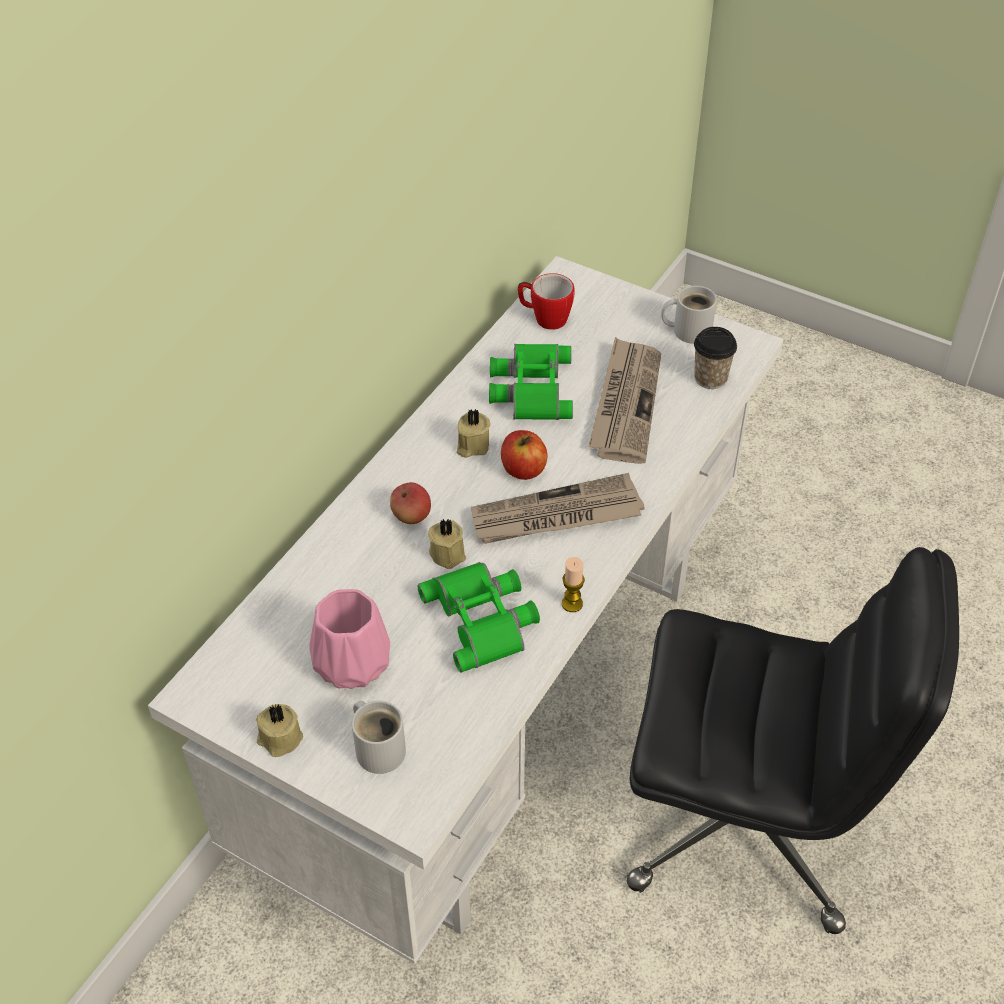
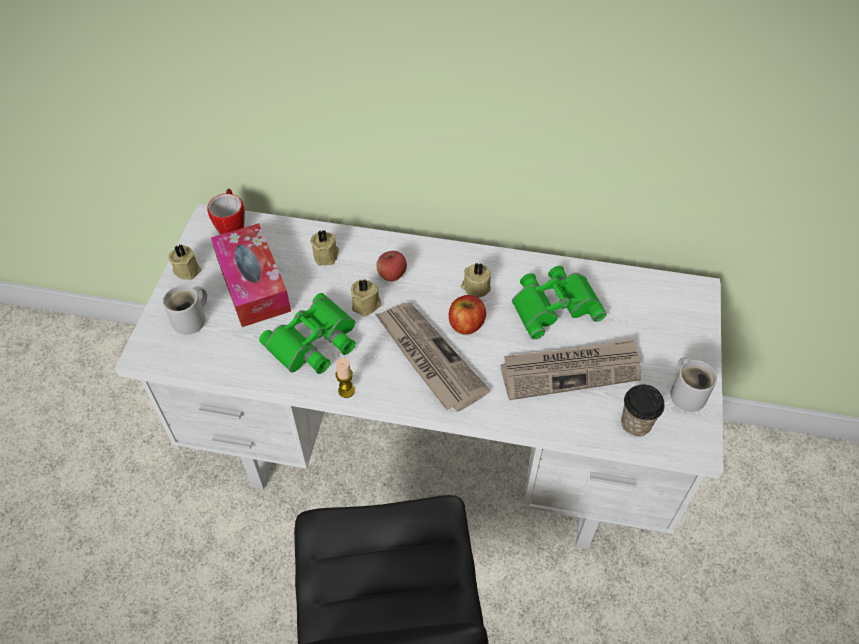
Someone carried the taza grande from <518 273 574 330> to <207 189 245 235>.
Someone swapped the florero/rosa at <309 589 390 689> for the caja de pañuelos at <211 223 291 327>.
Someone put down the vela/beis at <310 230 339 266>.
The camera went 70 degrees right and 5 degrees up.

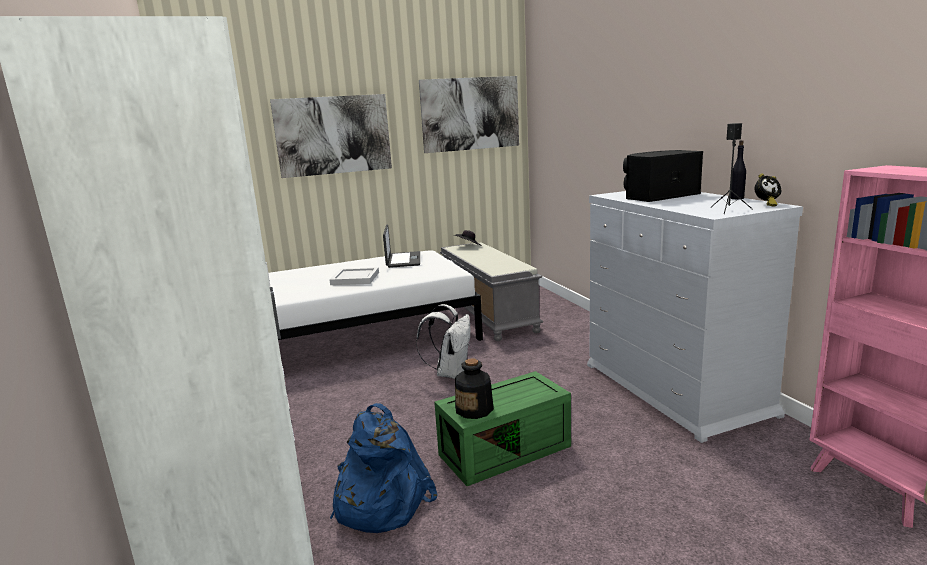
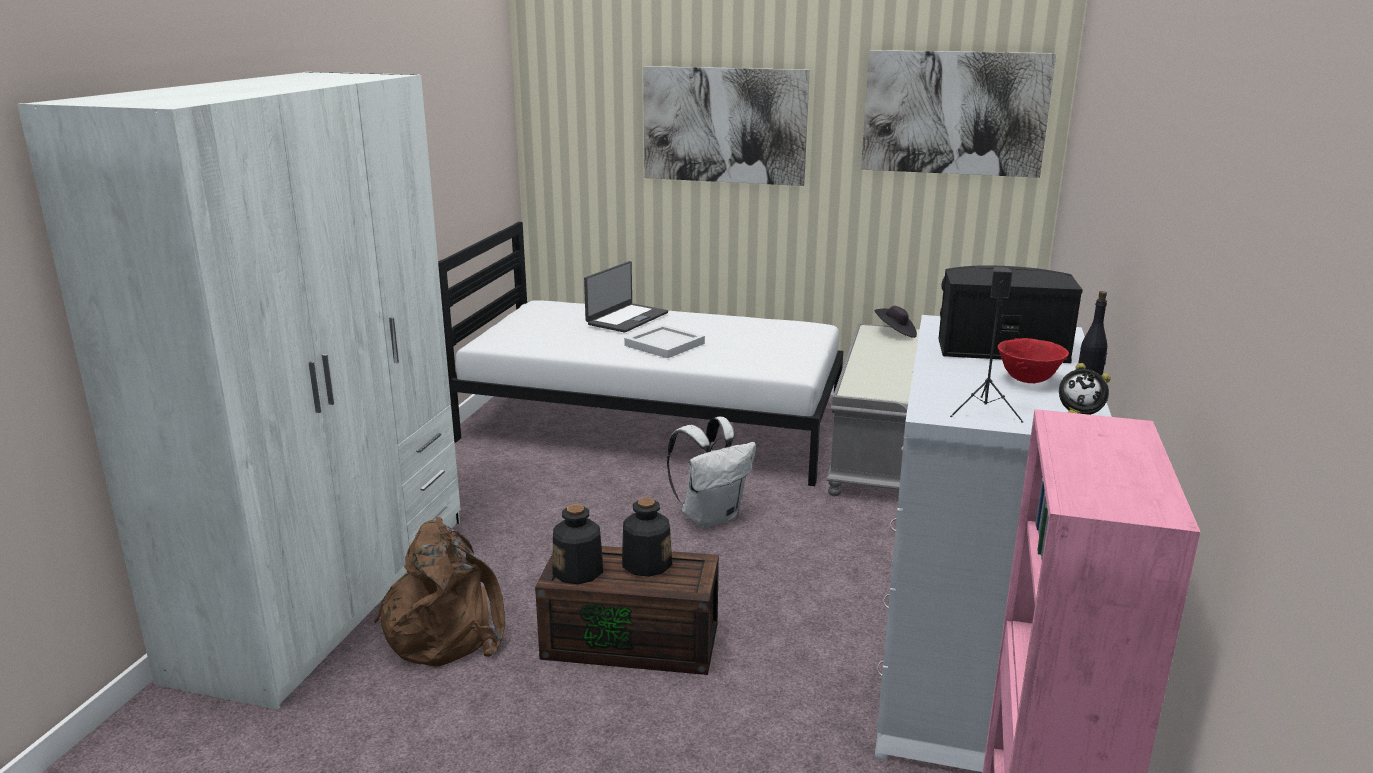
Someone carried the portátil from <383 224 420 268> to <584 261 668 333>.
Someone repainted the caja de almacenaje/verde at <434 371 571 486>, which became the caja de almacenaje/marrón at <535 546 719 675>.
Someone repainted the mochila/azul at <330 403 438 533>, which became the mochila/marrón at <374 517 505 667>.
Someone put down the cuenco/rojo at <998 338 1069 383>.
Someone put down the botella at <622 498 672 577>.
The camera went 35 degrees right and 5 degrees up.

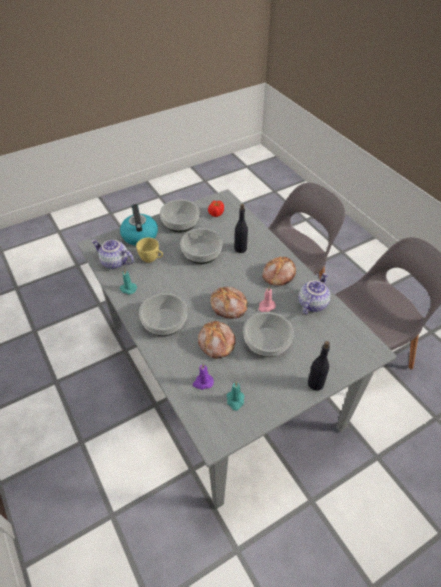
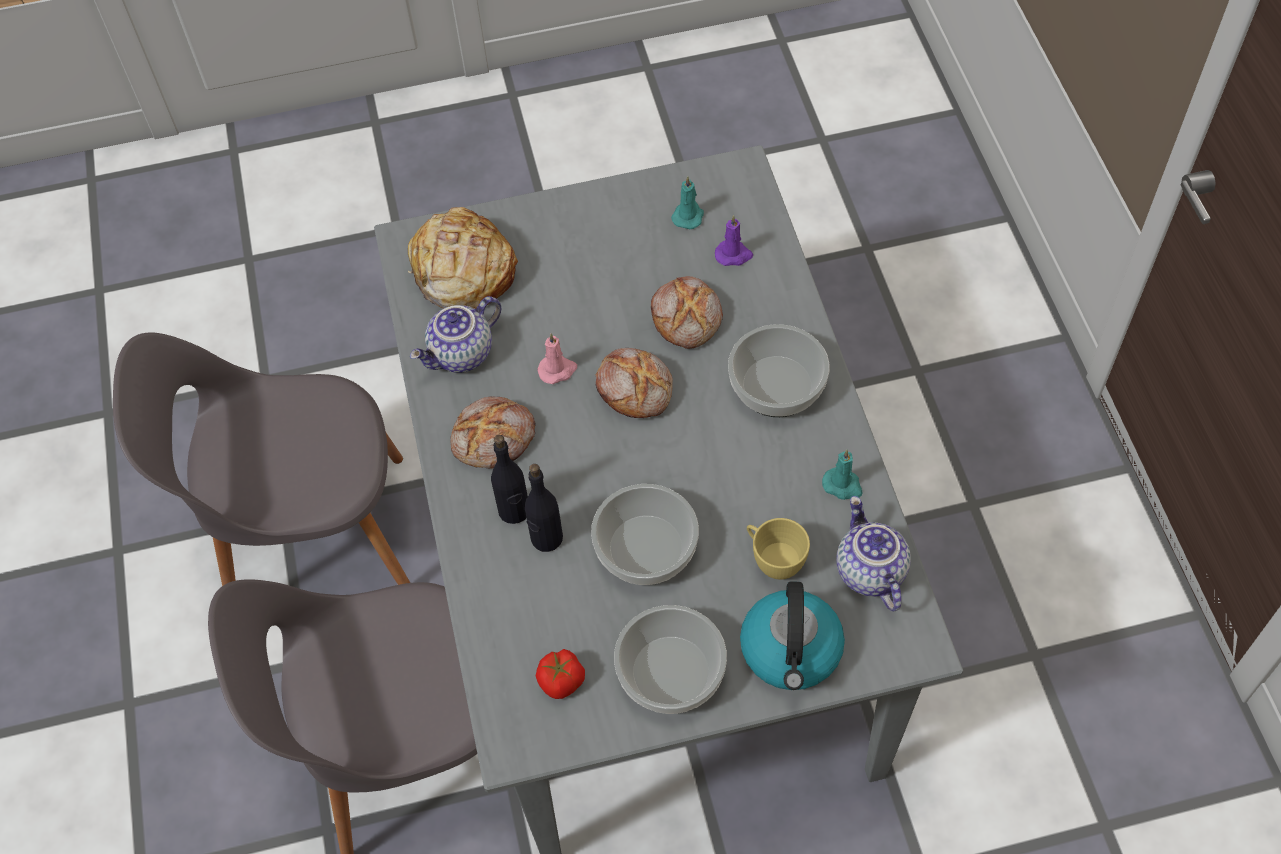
Someone rotated the tetera at <91 239 134 269> by 150 degrees counterclockwise.
Someone took away the cuenco at <243 312 293 357>.
Someone carried the botella/negro from <308 341 330 391> to <491 435 528 524>.
Someone put down the pan at <408 207 518 309>.
The camera went 160 degrees left and 10 degrees up.

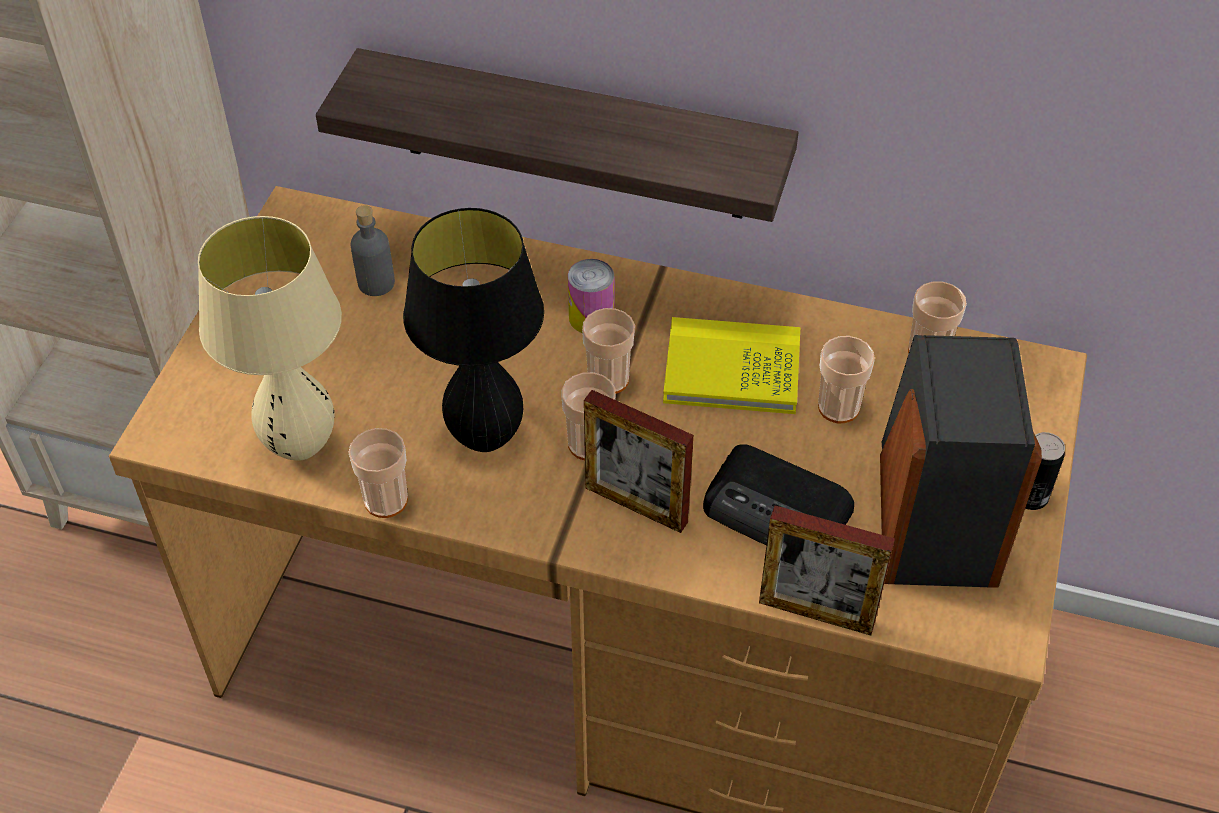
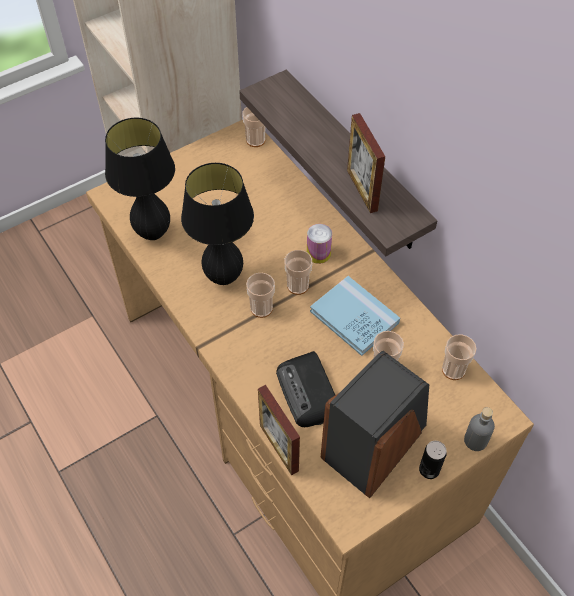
Someone carried the botella/gris from <351 205 395 296> to <464 407 495 451>.
Someone repainted the lámpara de mesa/beis at <198 216 342 461>, which became the lámpara de mesa/negro at <105 118 175 240>.
Someone repainted the libro/amarillo at <663 317 800 414>, which became the libro/azul at <310 276 400 356>.
Someone carried the portarretratos from <584 390 694 533> to <347 113 385 213>.
Someone carried the taza from <348 428 408 518> to <242 107 265 147>.
The camera went 40 degrees right and 5 degrees up.

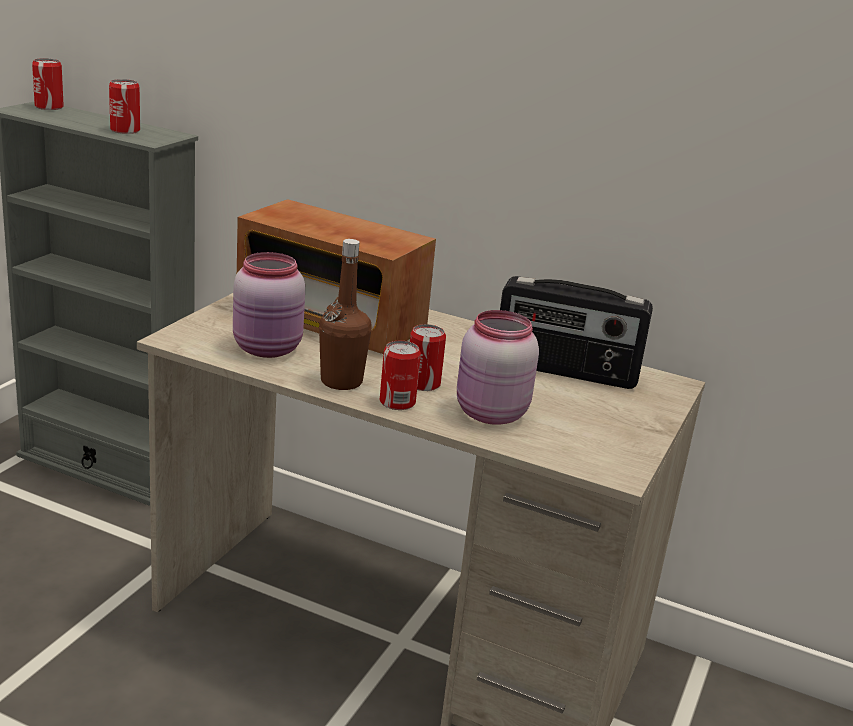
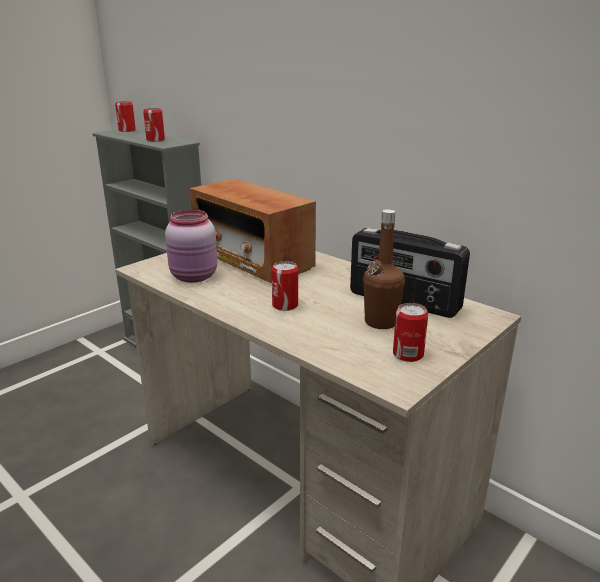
Someone carried the botella/marrón from <319 239 372 390> to <363 209 405 329>.
Someone took away the tarro/rosa at <457 310 539 425>.
Someone carried the lata from <380 341 421 410> to <393 303 428 362>.
The camera went 20 degrees right and 0 degrees up.

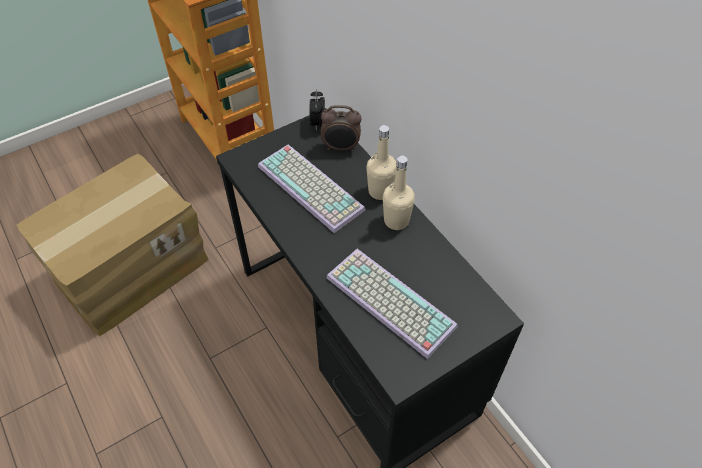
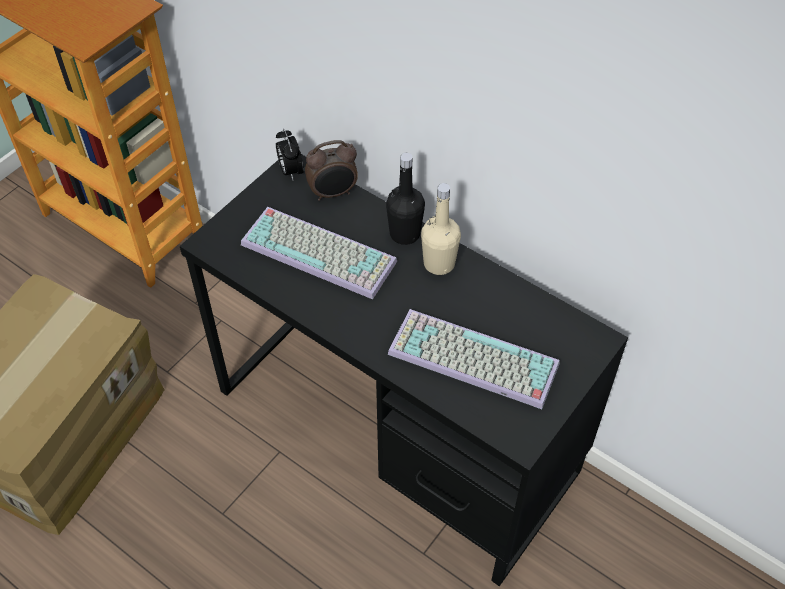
Someone repainted the botella/beis at <366 125 397 200>, which became the botella/negro at <386 153 425 245>.
The camera went 20 degrees left and 0 degrees up.

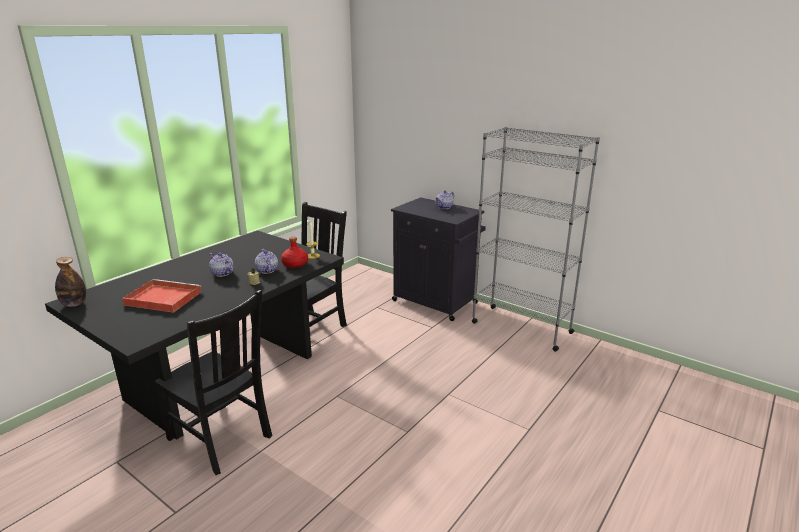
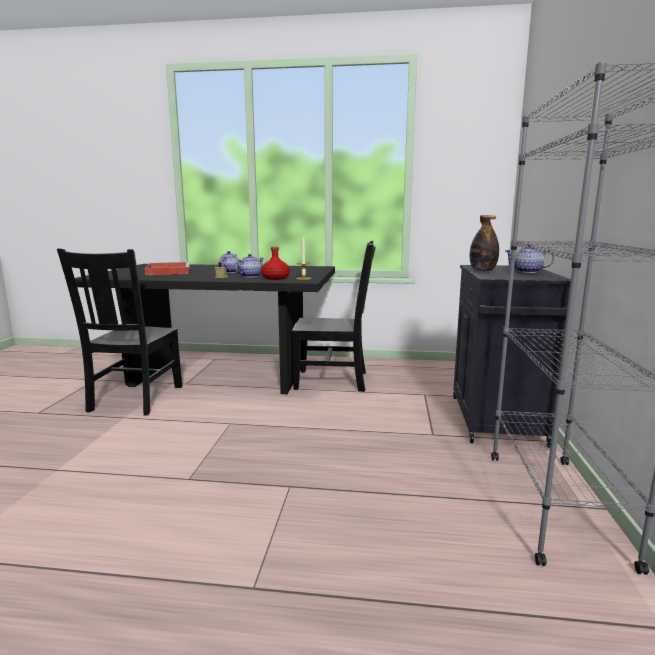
Someone carried the botella from <55 257 86 307> to <470 215 499 271>.
The camera went 60 degrees right and 10 degrees down.

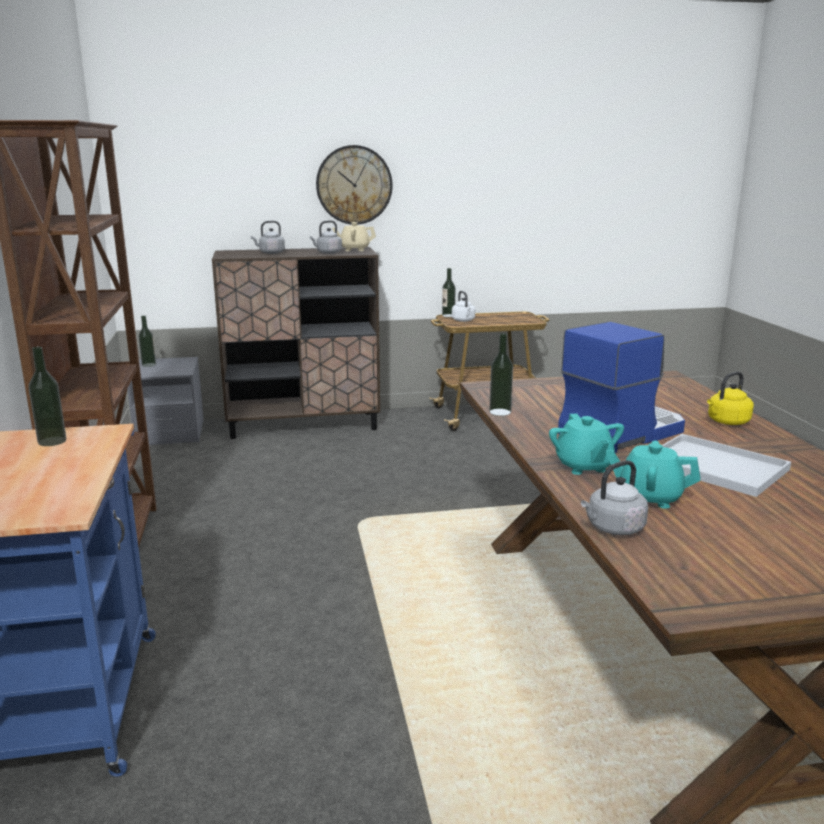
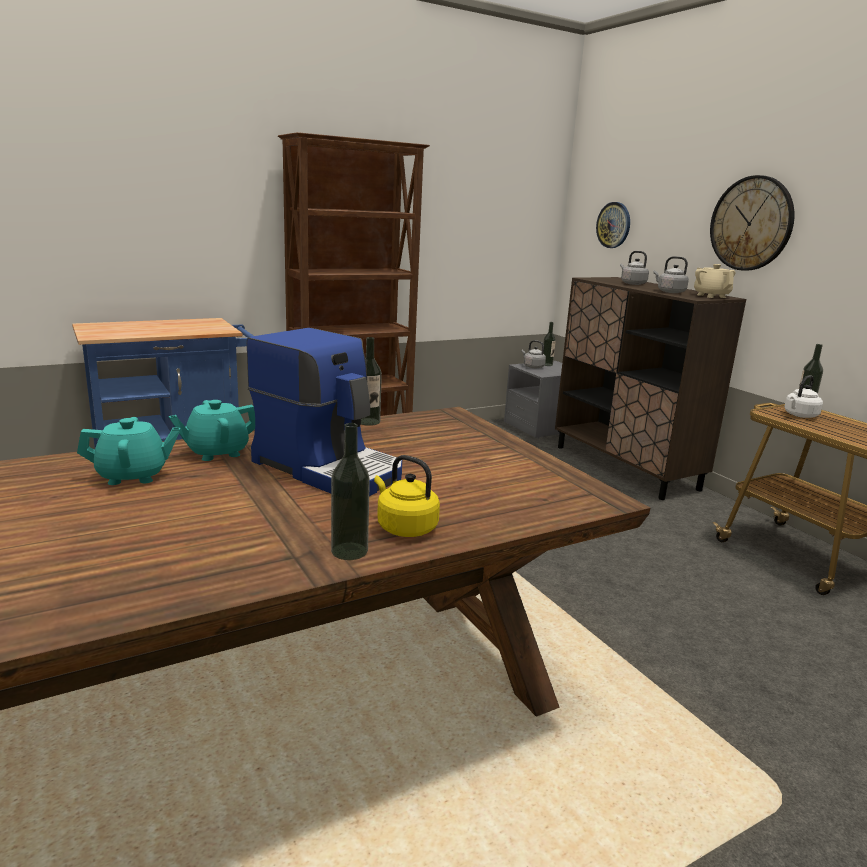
Someone carried the botella from <29 346 66 446> to <331 423 370 560>.
Someone took away the bandeja/blanco at <662 434 791 497>.
Someone rotated the tetera/turquesa at <606 440 701 509> by 75 degrees clockwise.
Someone carried the hervidor/gris from <581 460 648 535> to <521 340 546 368>.
Someone put up the reloj de pared at <596 202 630 248>.
The camera went 70 degrees right and 0 degrees up.

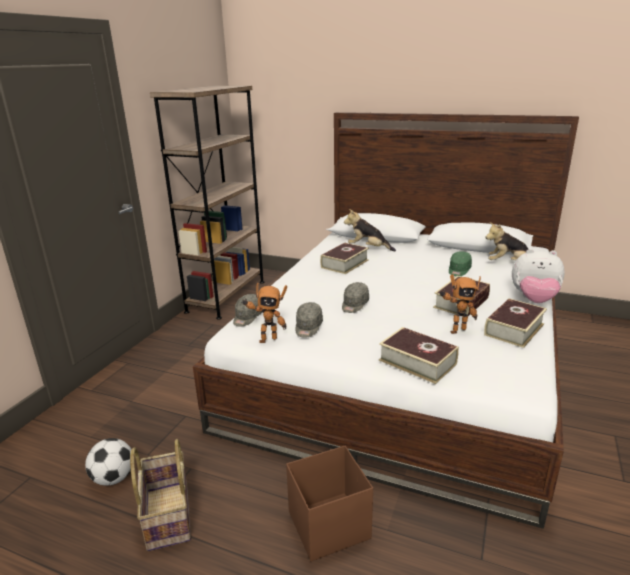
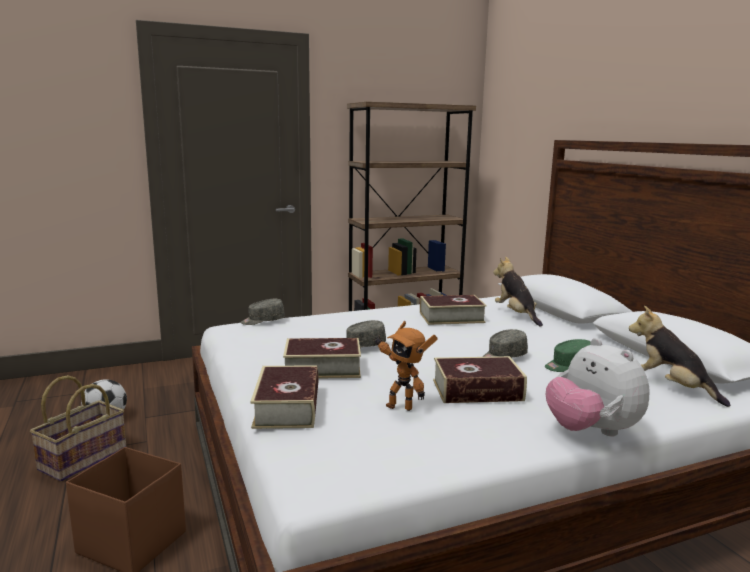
Someone took away the robot de juguete at <242 283 287 343>.
Someone carried the libro from <484 298 547 348> to <283 338 361 379>.
Someone carried the gorra/gris from <296 302 323 338> to <483 329 528 358>.
The camera went 45 degrees right and 10 degrees down.

